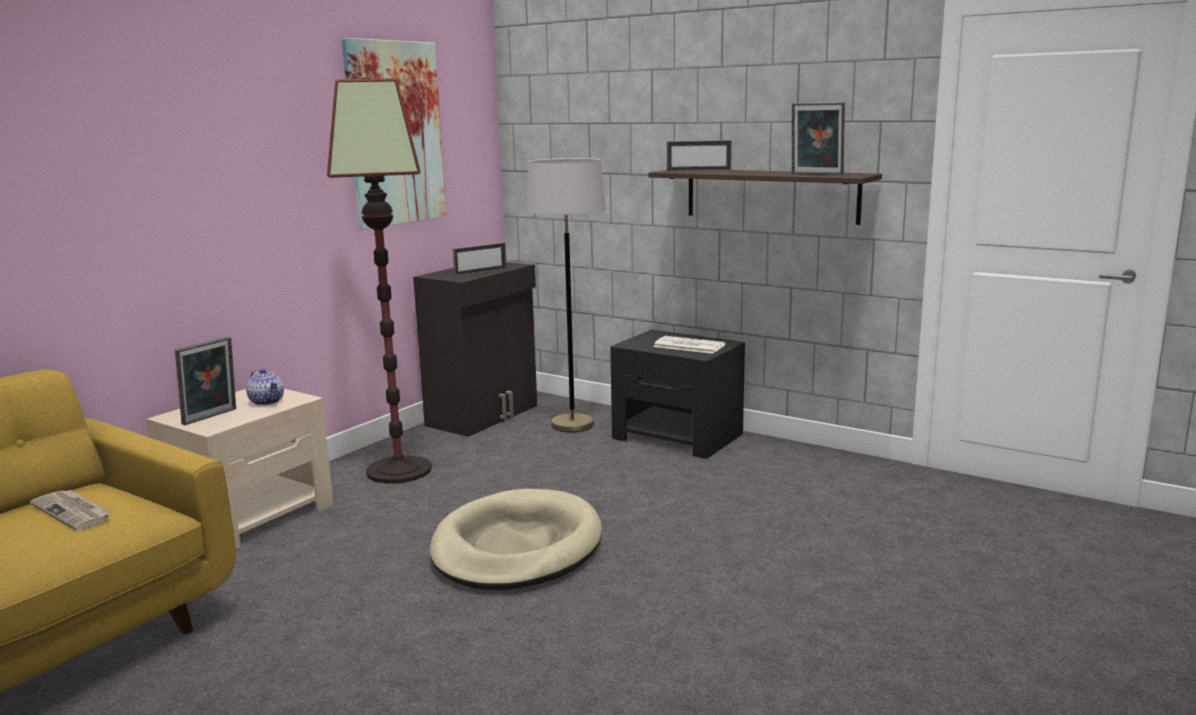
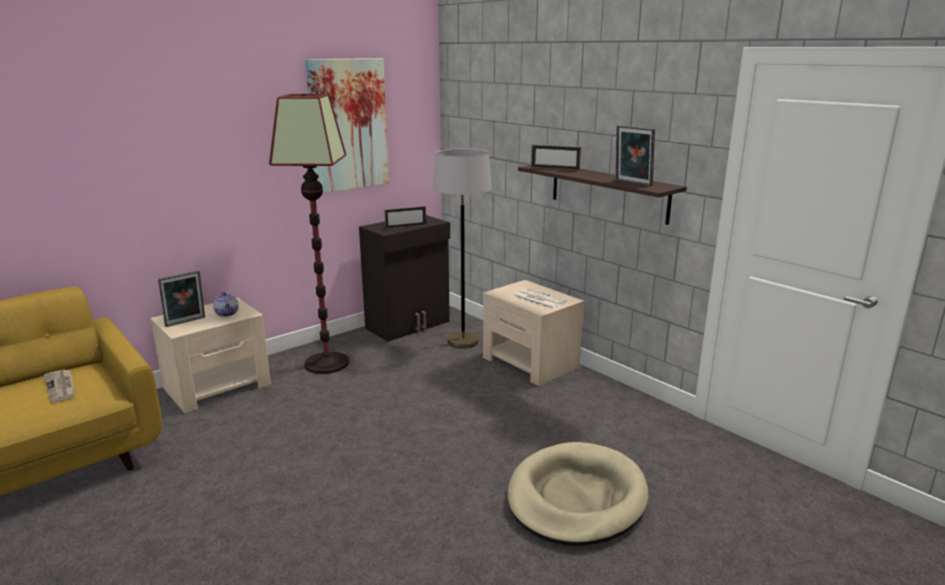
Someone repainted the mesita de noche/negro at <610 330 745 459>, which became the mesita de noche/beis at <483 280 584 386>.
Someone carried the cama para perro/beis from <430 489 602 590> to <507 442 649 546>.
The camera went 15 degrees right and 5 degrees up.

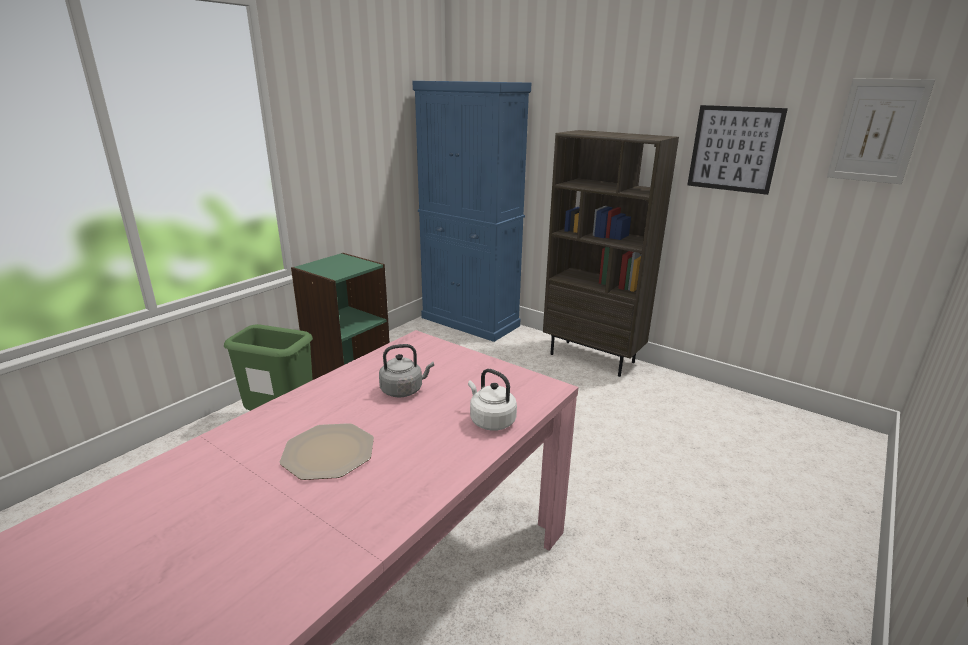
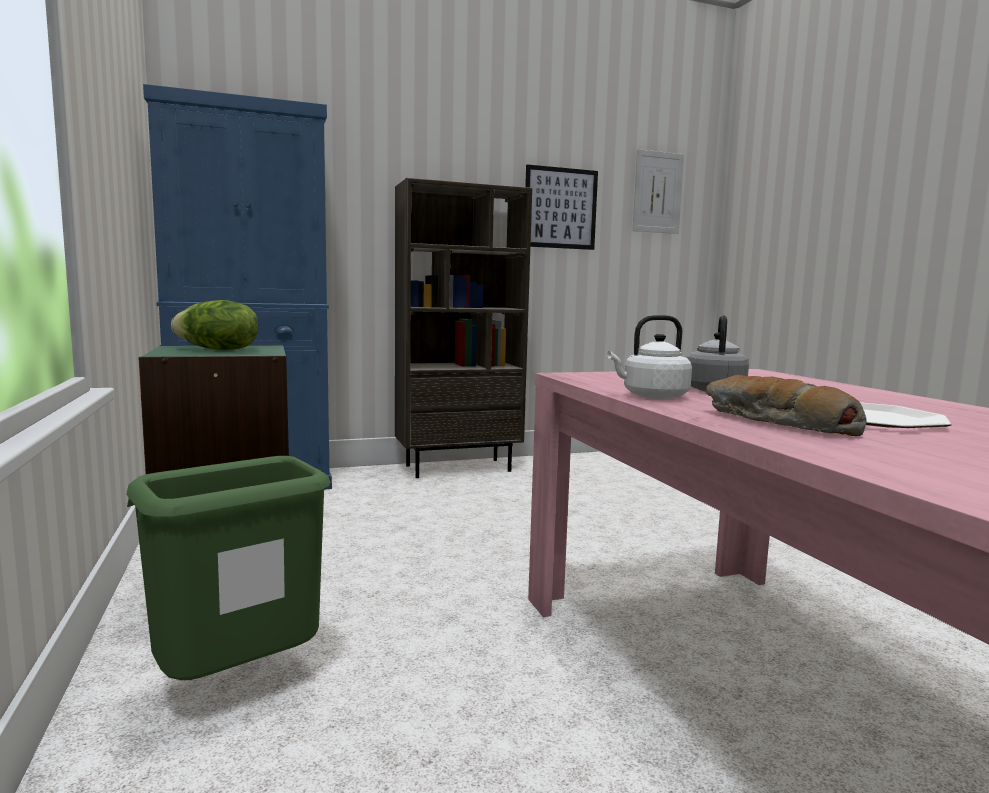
Someone carried the hervidor/blanco from <468 369 517 431> to <607 315 692 399>.
Someone put down the lechuga at <171 300 258 350>.
Someone put down the pan at <706 375 866 437>.
The camera went 55 degrees left and 15 degrees down.

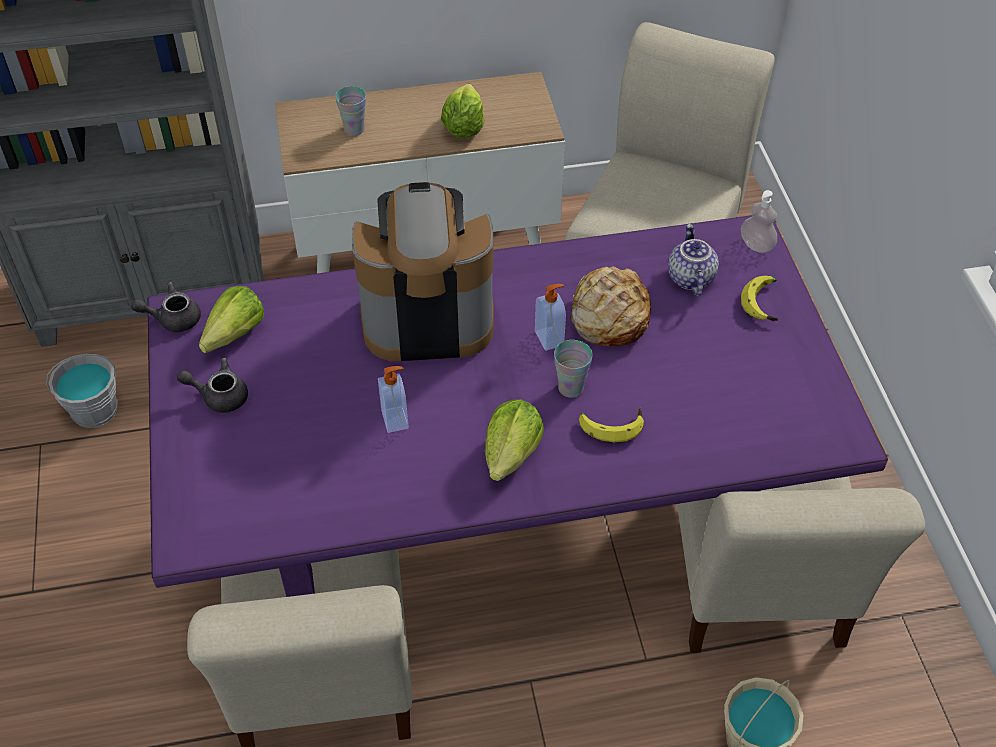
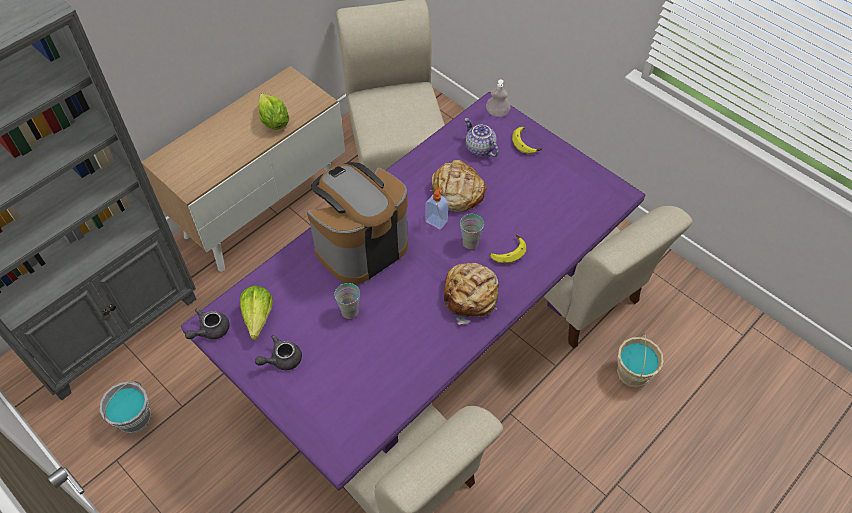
Someone carried the taza from <335 86 366 136> to <334 283 360 319>.
Someone took away the dispensador de jabón at <378 366 409 433>.
Someone swapped the lechuga at <485 400 544 481> for the pan at <444 263 499 325>.
The camera went 35 degrees left and 5 degrees up.

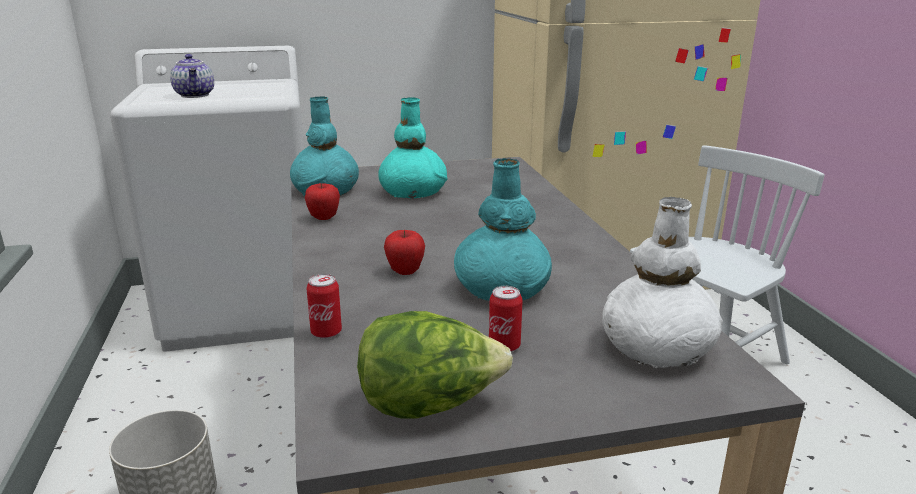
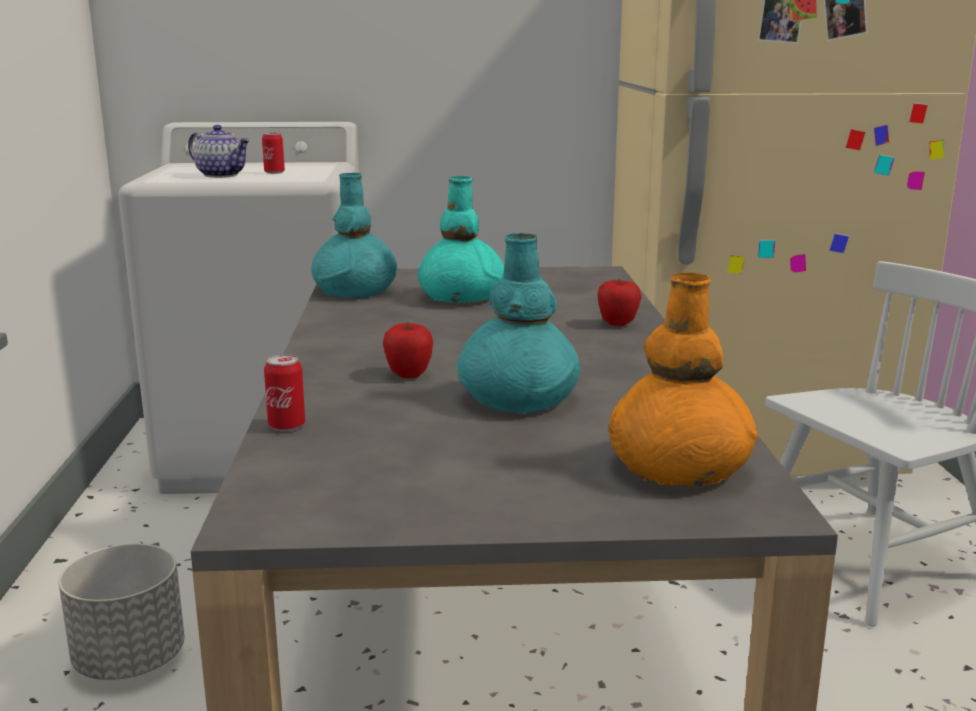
Someone rotated the tetera at <170 54 214 98> by 45 degrees counterclockwise.
Someone carried the manzana from <305 183 340 220> to <597 278 642 326>.
Someone repainted the florero/blanco at <602 197 723 368>, which became the florero/naranja at <609 273 758 486>.
Someone carried the lata from <489 286 523 352> to <262 132 285 174>.
Someone took away the lechuga at <357 311 513 419>.
The camera went 10 degrees right and 5 degrees down.

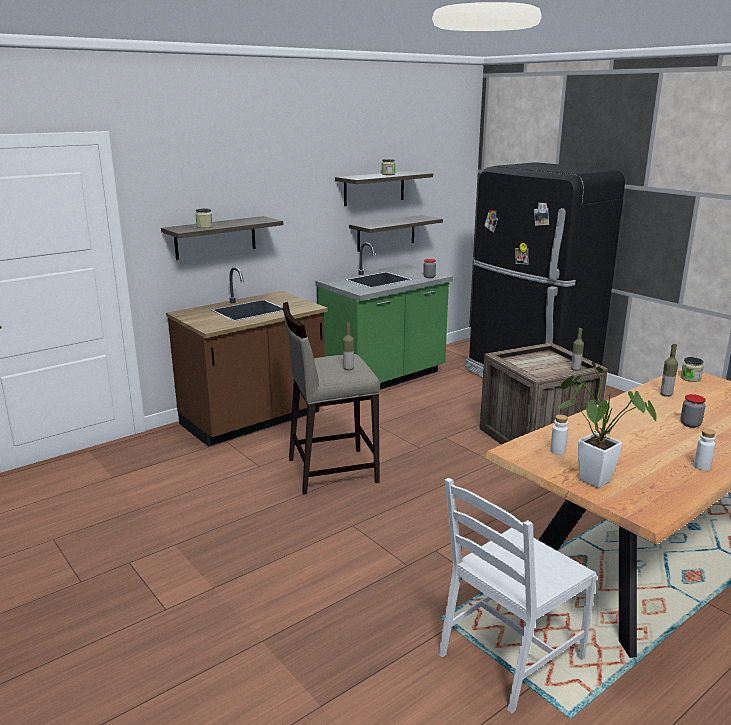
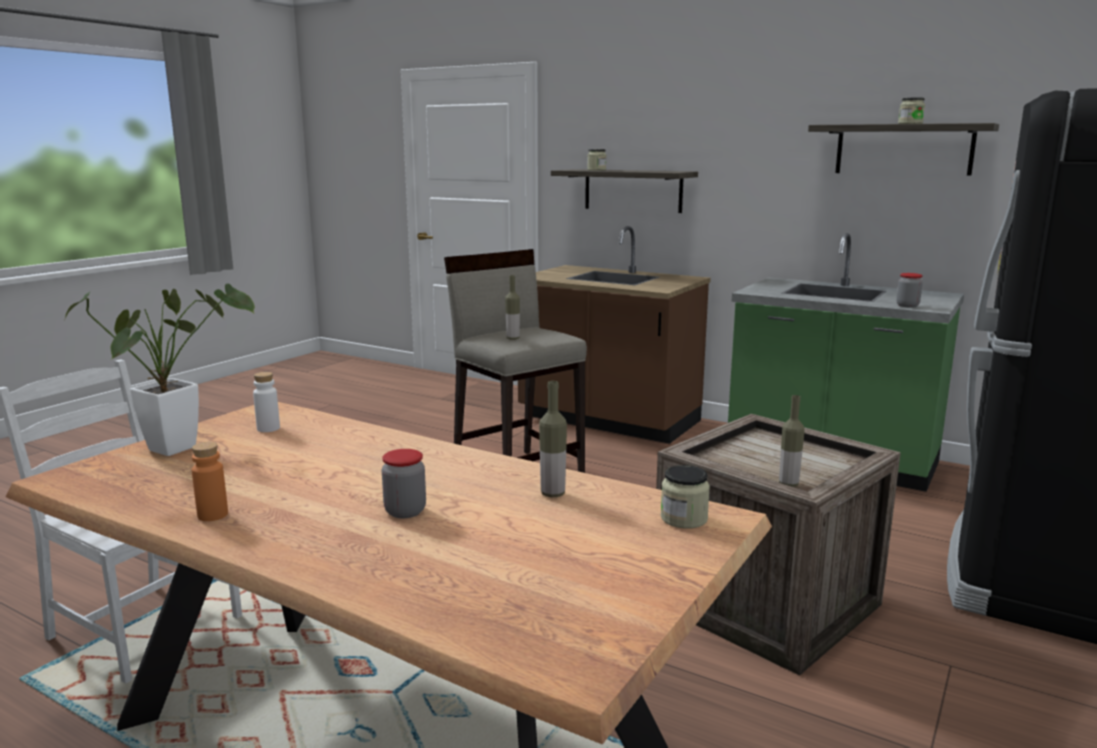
Someone took away the estante at <349 215 443 252>.
Someone repainted the botella/blanco at <694 429 716 471>, which became the botella/naranja at <192 442 228 521>.
The camera went 70 degrees right and 5 degrees down.

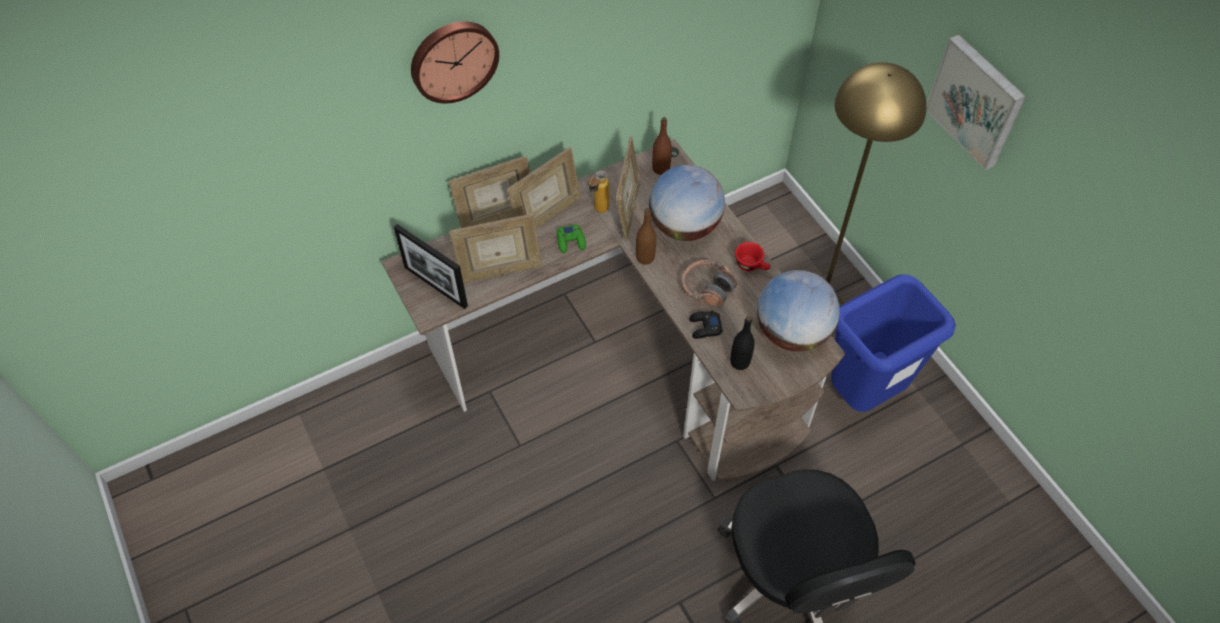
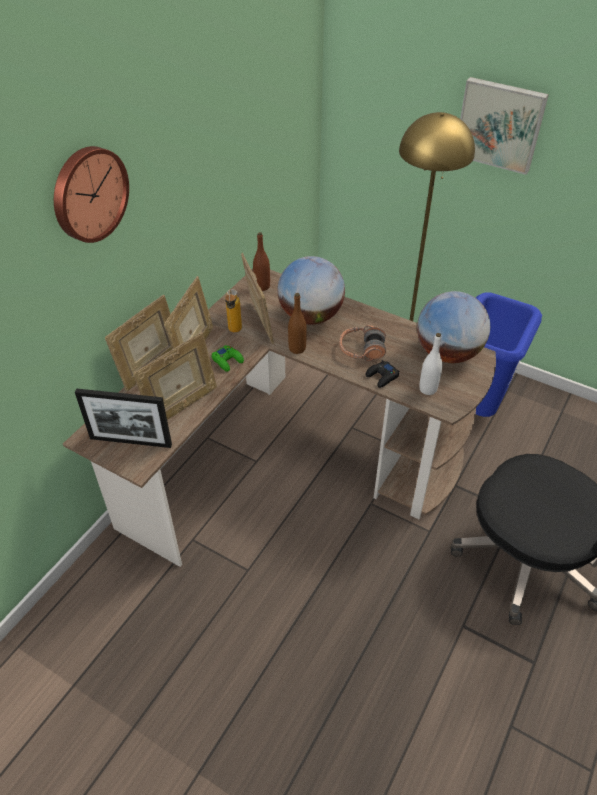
Someone took away the taza/rojo at <735 242 770 271>.
Someone repainted the botella/negro at <730 316 755 370>, which became the botella/blanco at <419 333 442 395>.
The camera went 30 degrees left and 10 degrees down.

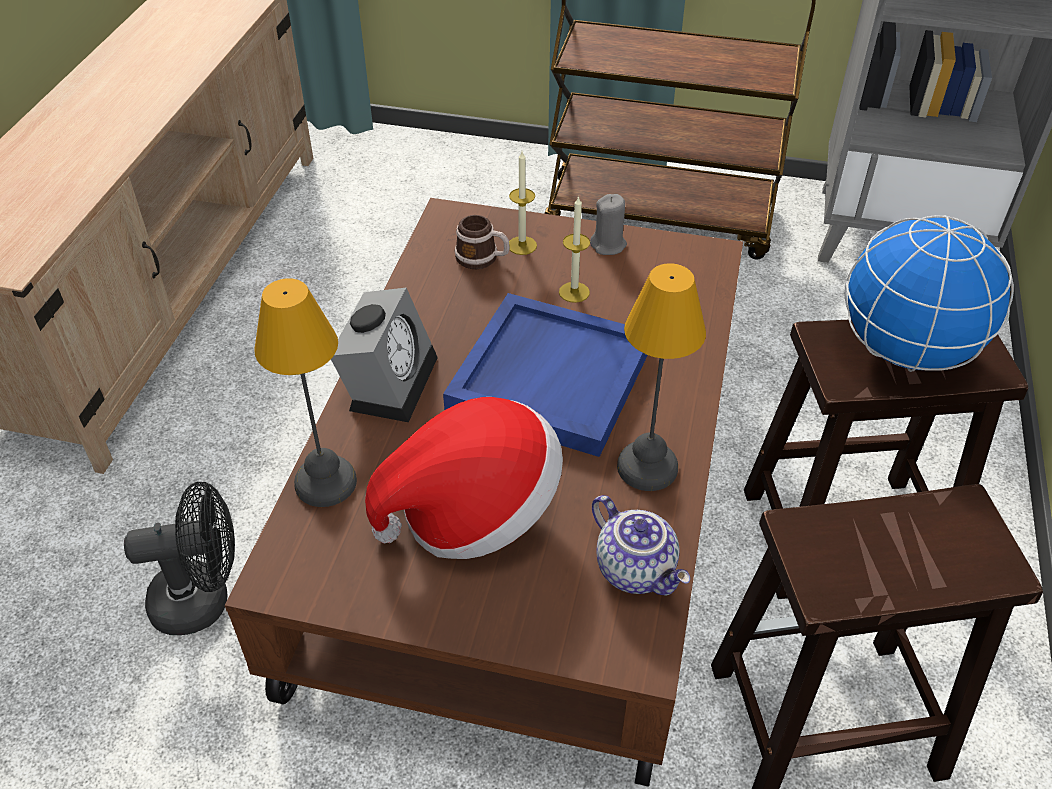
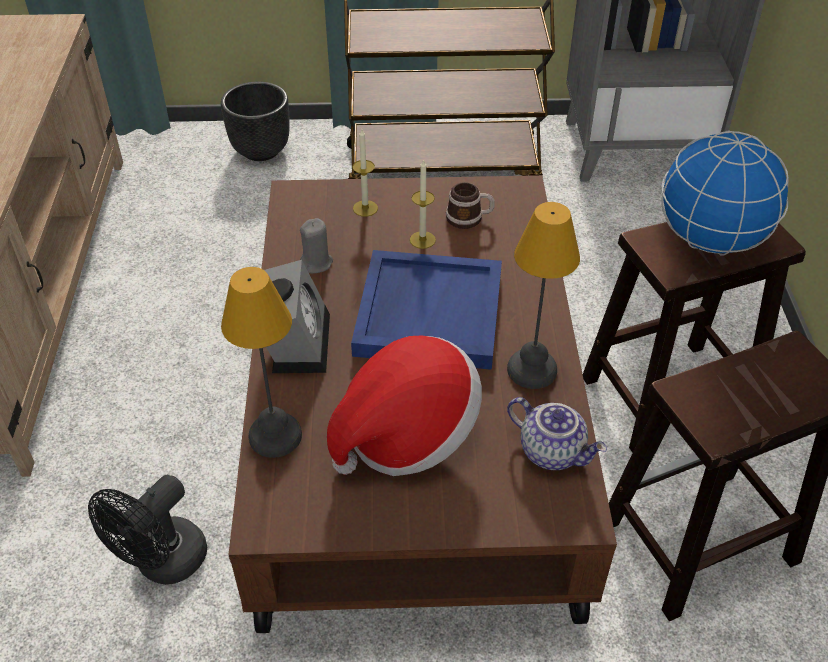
Someone carried the vela/gris from <590 194 627 255> to <300 218 333 273>.
Someone carried the taza grande from <454 215 510 269> to <446 182 495 229>.
Someone rotated the ventilador/negro at <124 482 235 635> by 150 degrees clockwise.
Someone put down the maceta/negro at <221 82 290 161>.
The camera went 15 degrees left and 0 degrees up.

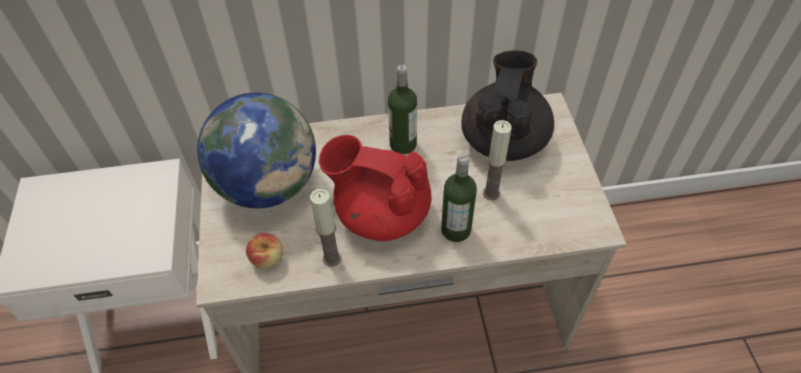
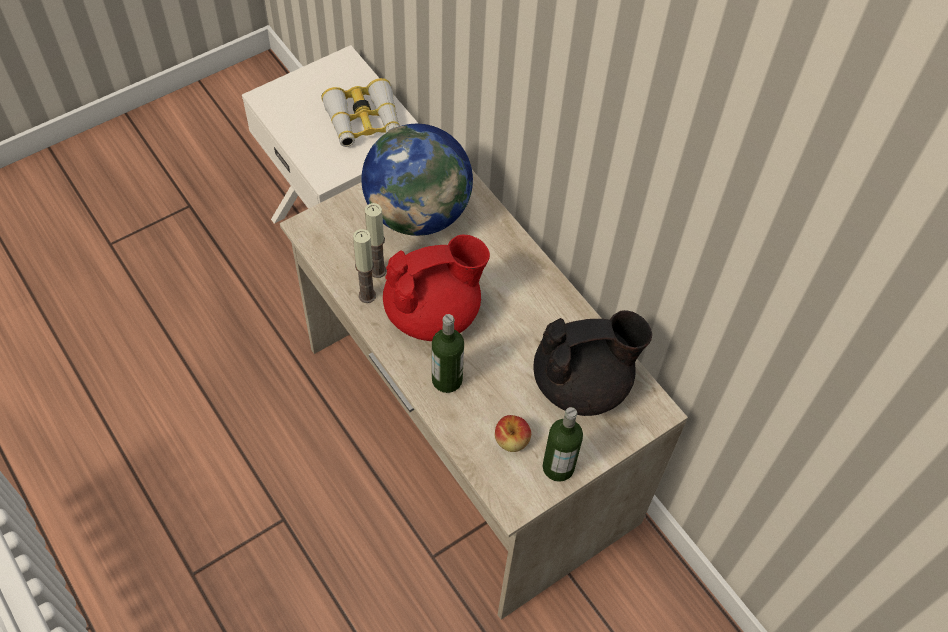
Someone carried the botella from <388 65 417 154> to <543 407 583 482>.
Someone carried the vela from <483 120 512 200> to <365 203 387 278>.
Someone rotated the tetera/rojo at <319 135 432 241> by 75 degrees clockwise.
Someone carried the manzana from <246 233 283 269> to <495 415 531 452>.
Someone put down the prismáticos at <321 78 400 147>.
The camera went 60 degrees right and 5 degrees up.

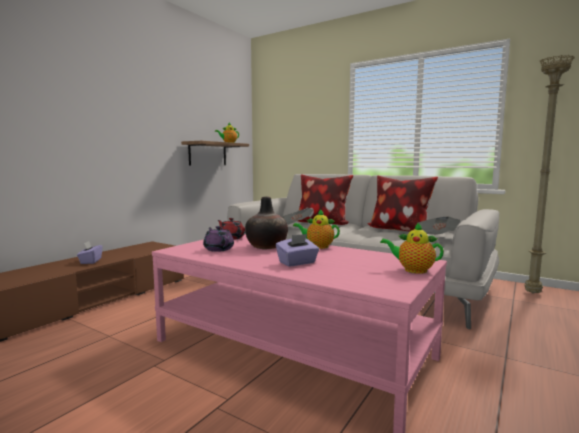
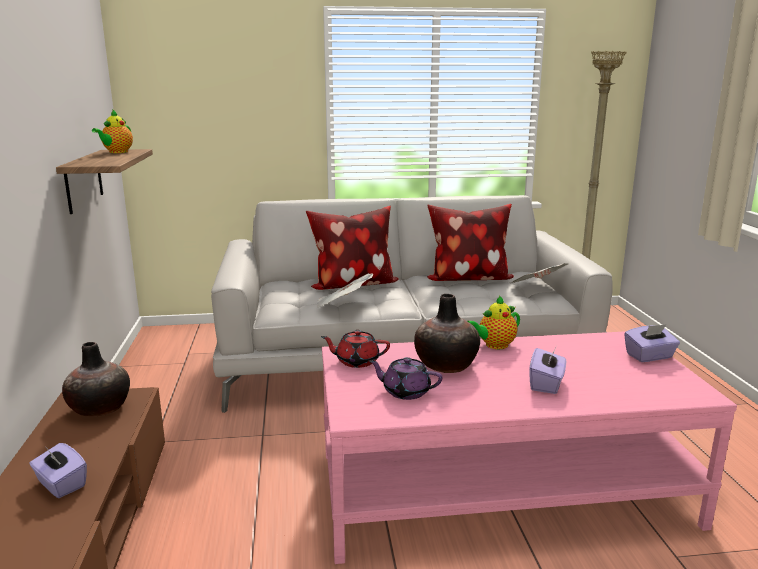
Someone swapped the tetera at <380 222 444 274> for the caja de pañuelos/morado at <624 324 680 362>.
Someone put down the florero at <62 342 130 417>.
The camera went 40 degrees left and 10 degrees up.

